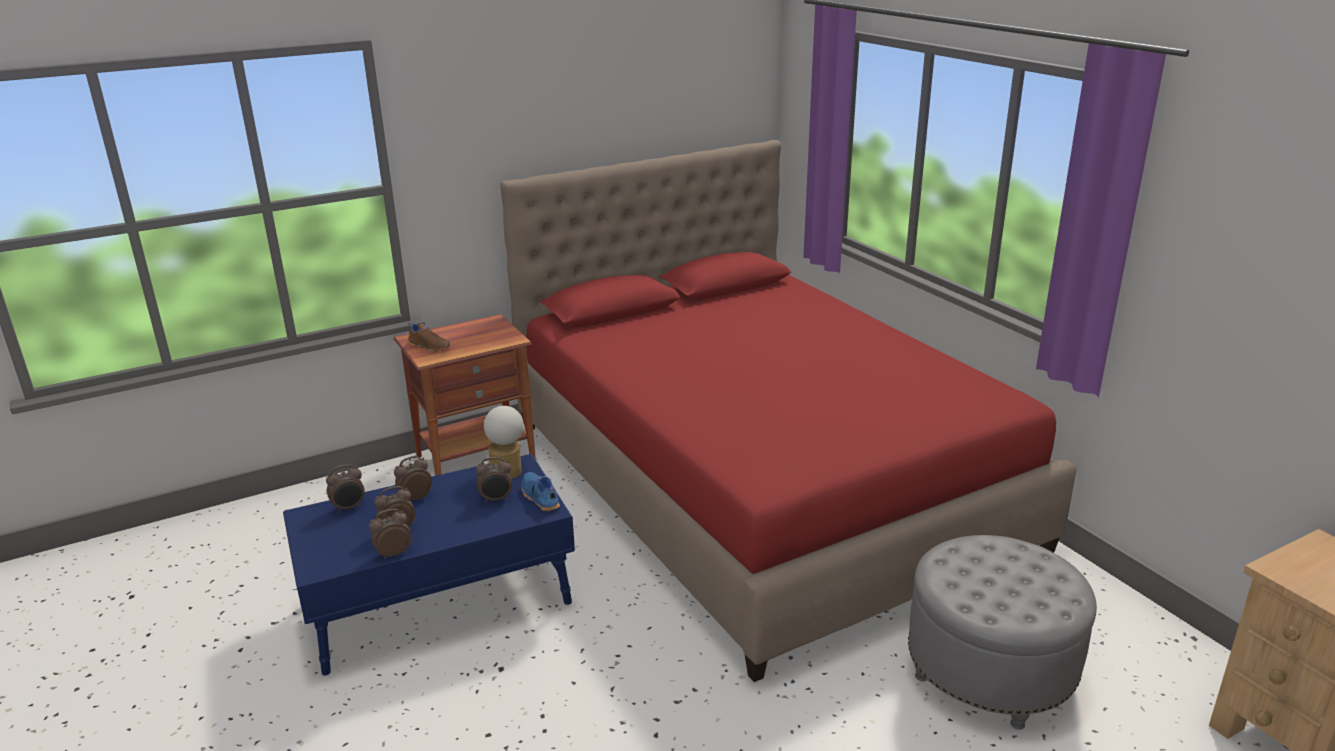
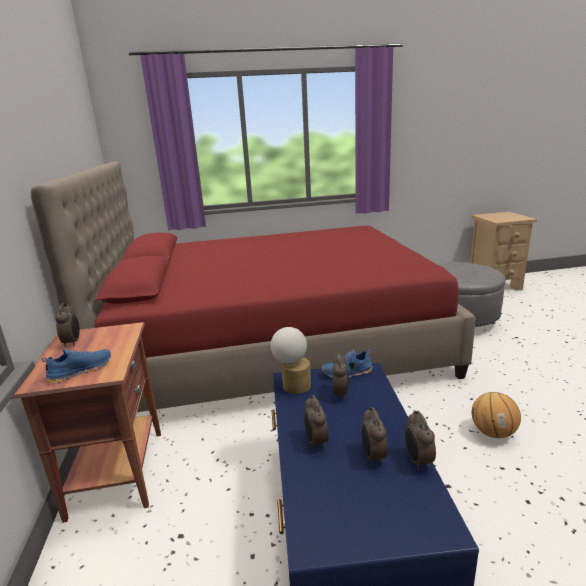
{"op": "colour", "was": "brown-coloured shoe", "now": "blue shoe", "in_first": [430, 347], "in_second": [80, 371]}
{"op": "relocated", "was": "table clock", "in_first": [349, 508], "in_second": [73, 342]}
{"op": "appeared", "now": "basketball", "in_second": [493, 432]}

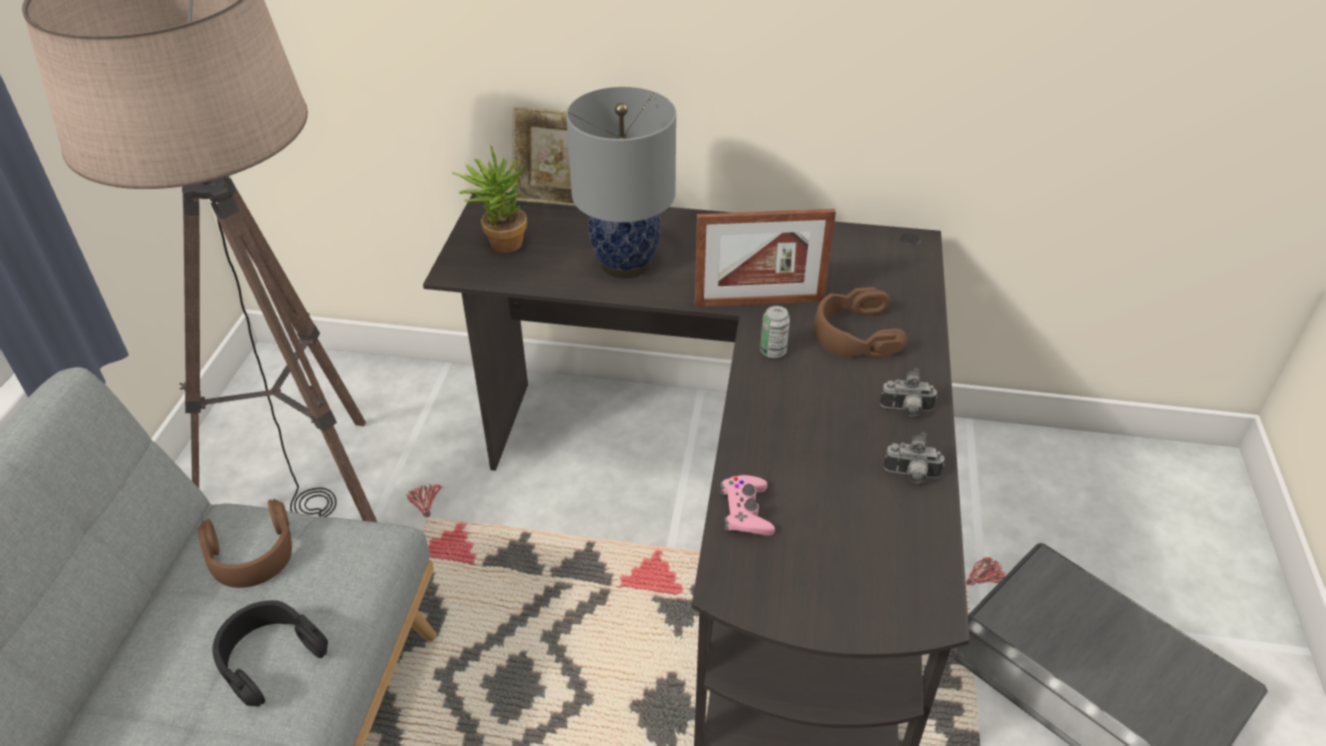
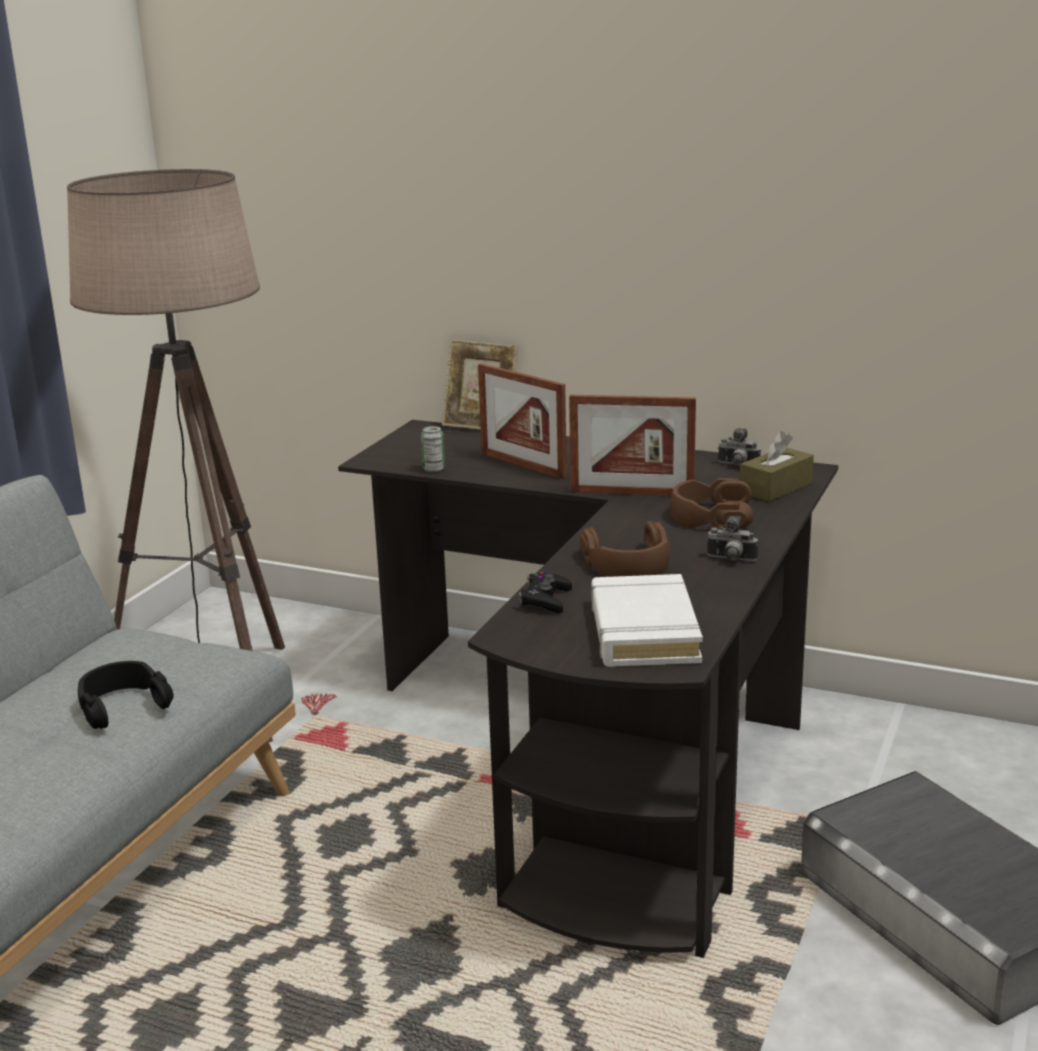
{"op": "exchanged", "was": "grey table lamp", "now": "photo frame", "in_first": [626, 263], "in_second": [523, 465]}
{"op": "missing", "was": "houseplant", "in_first": [499, 243]}
{"op": "relocated", "was": "can", "in_first": [773, 351], "in_second": [434, 469]}
{"op": "relocated", "was": "photo camera", "in_first": [911, 476], "in_second": [737, 465]}
{"op": "colour", "was": "pink joypad", "now": "black joypad", "in_first": [746, 511], "in_second": [545, 600]}
{"op": "relocated", "was": "brown-coloured pair of headphones", "in_first": [251, 553], "in_second": [628, 563]}
{"op": "appeared", "now": "brown-coloured tissue holder", "in_second": [776, 488]}
{"op": "appeared", "now": "white bound book", "in_second": [643, 631]}

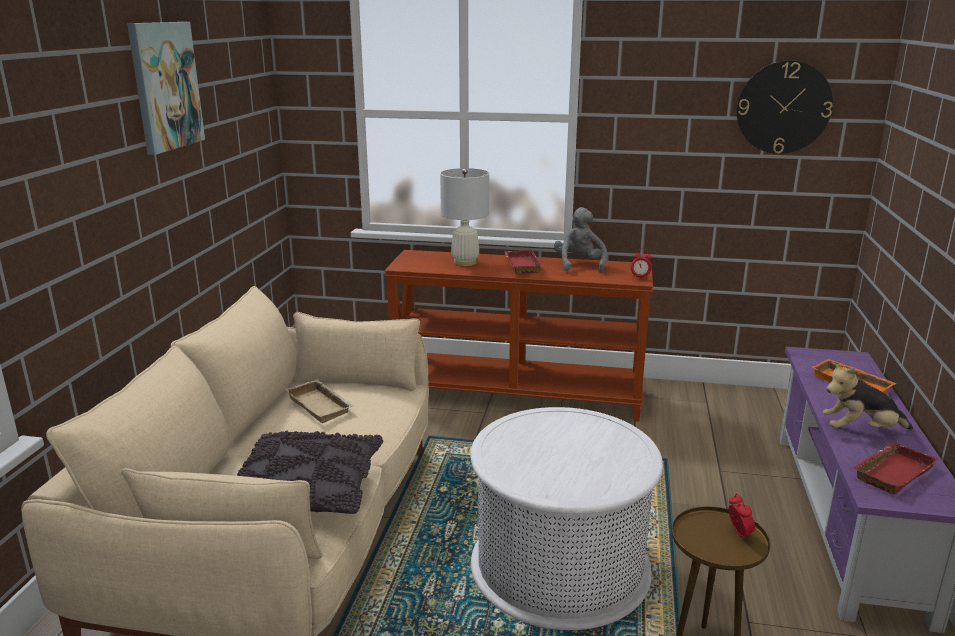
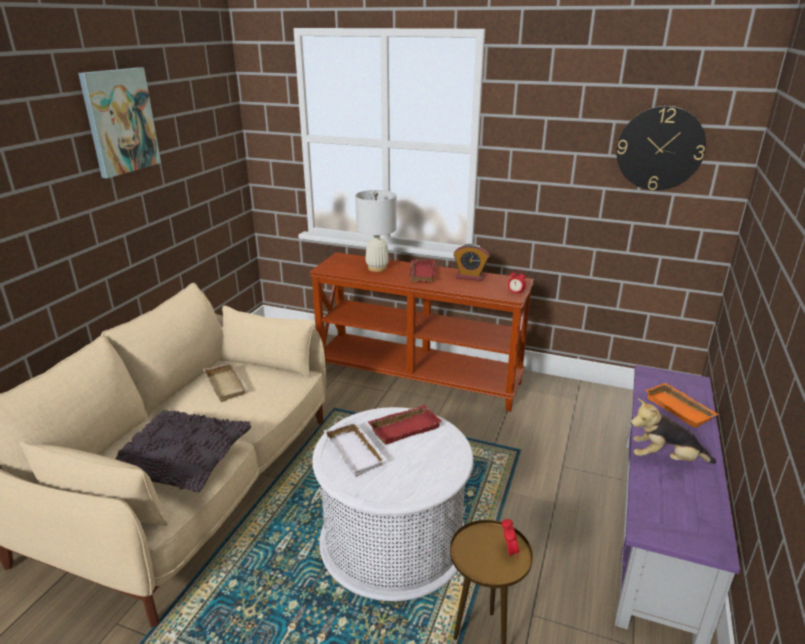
{"op": "exchanged", "was": "grey plush toy", "now": "table clock", "in_first": [579, 265], "in_second": [470, 277]}
{"op": "relocated", "was": "red-coloured tray", "in_first": [891, 471], "in_second": [404, 427]}
{"op": "appeared", "now": "white tray", "in_second": [357, 452]}

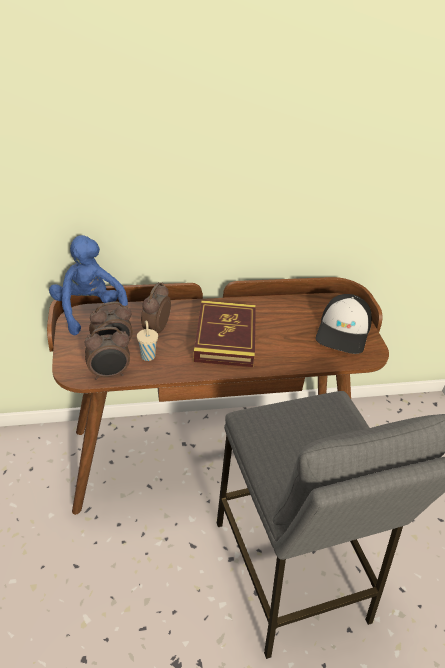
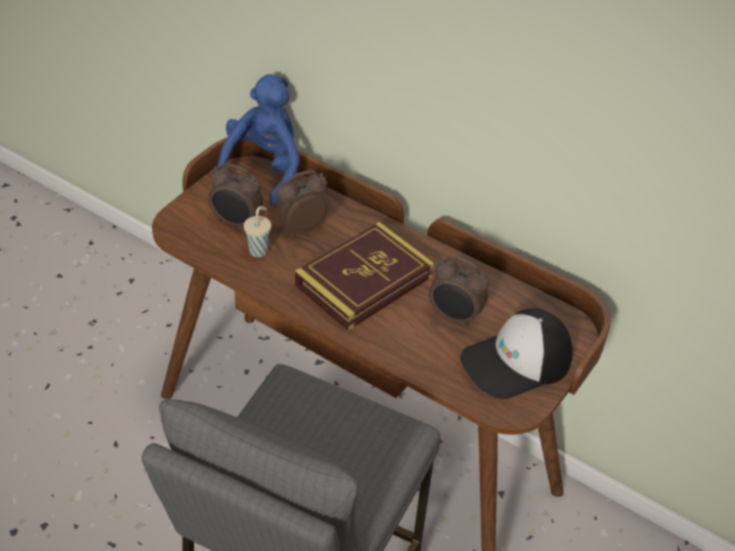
{"op": "relocated", "was": "table clock", "in_first": [109, 374], "in_second": [454, 317]}

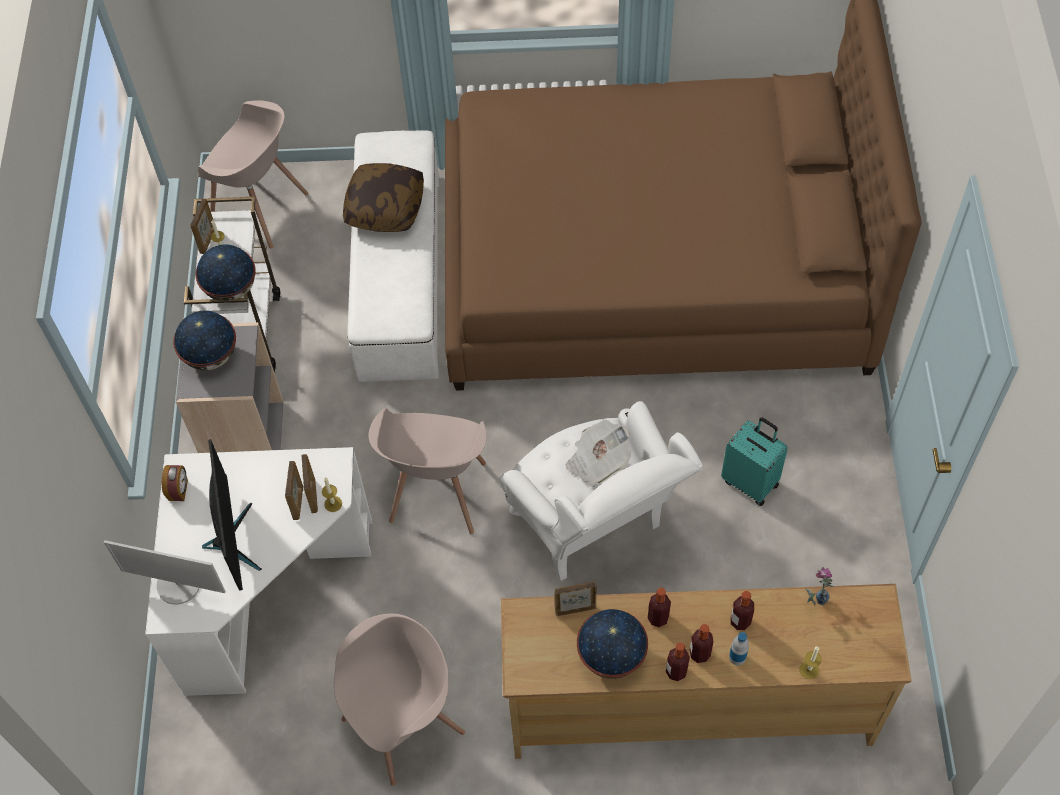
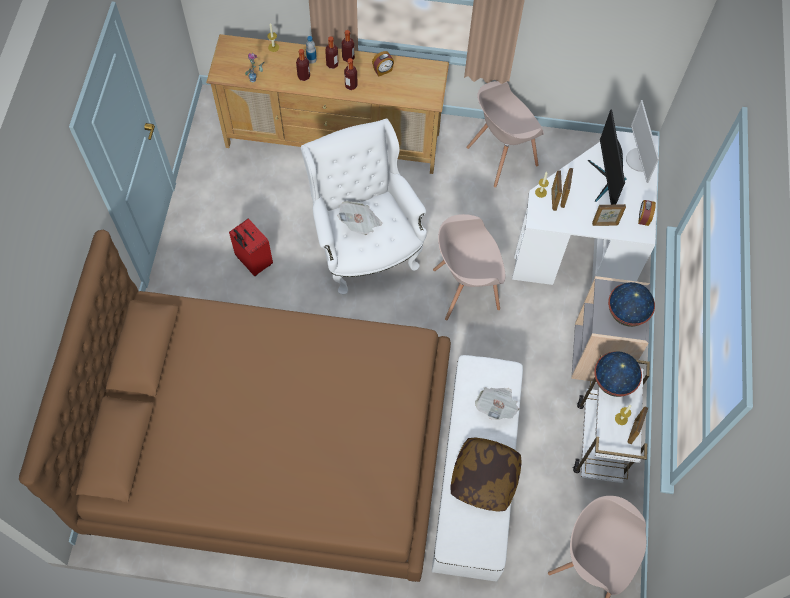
{"op": "spun", "was": "sand-coloured plain chair", "in_first": [438, 494], "in_second": [465, 290], "clockwise": -120}
{"op": "colour", "was": "blue-green piece of luggage", "now": "red-coloured piece of luggage", "in_first": [751, 482], "in_second": [253, 262]}
{"op": "spun", "was": "monitor", "in_first": [179, 584], "in_second": [639, 160], "clockwise": -120}
{"op": "relocated", "was": "photo frame", "in_first": [575, 609], "in_second": [605, 224]}
{"op": "exchanged", "was": "globe", "now": "table clock", "in_first": [611, 656], "in_second": [383, 70]}
{"op": "appeared", "now": "newspaper", "in_second": [496, 406]}

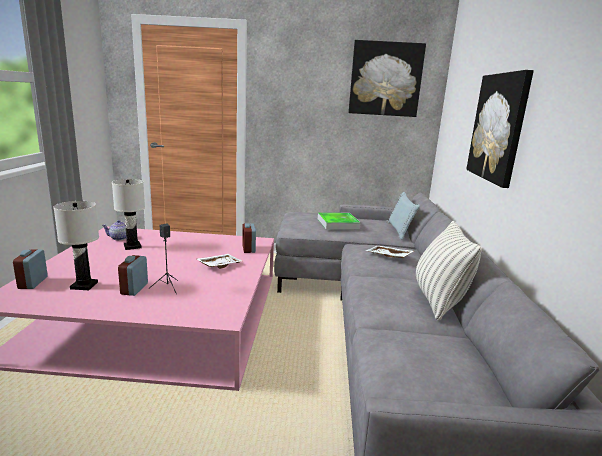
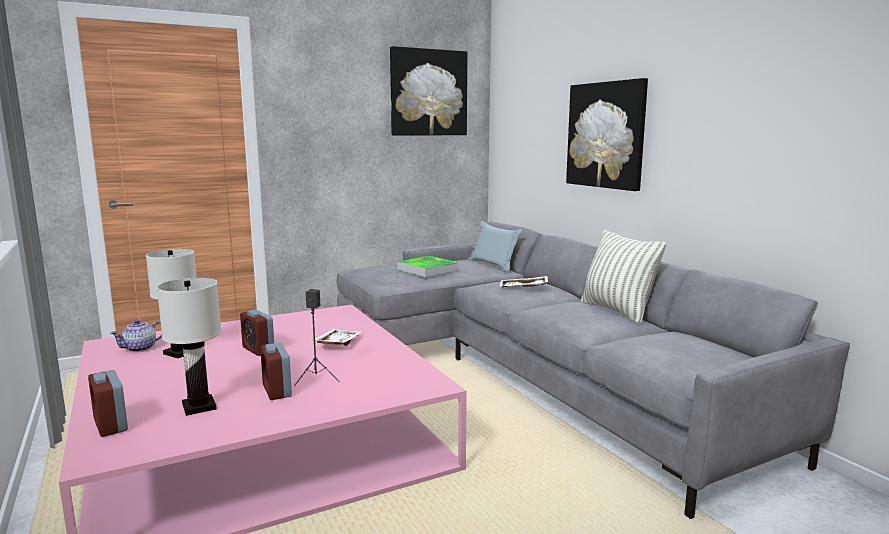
{"op": "relocated", "was": "table clock", "in_first": [248, 249], "in_second": [258, 350]}

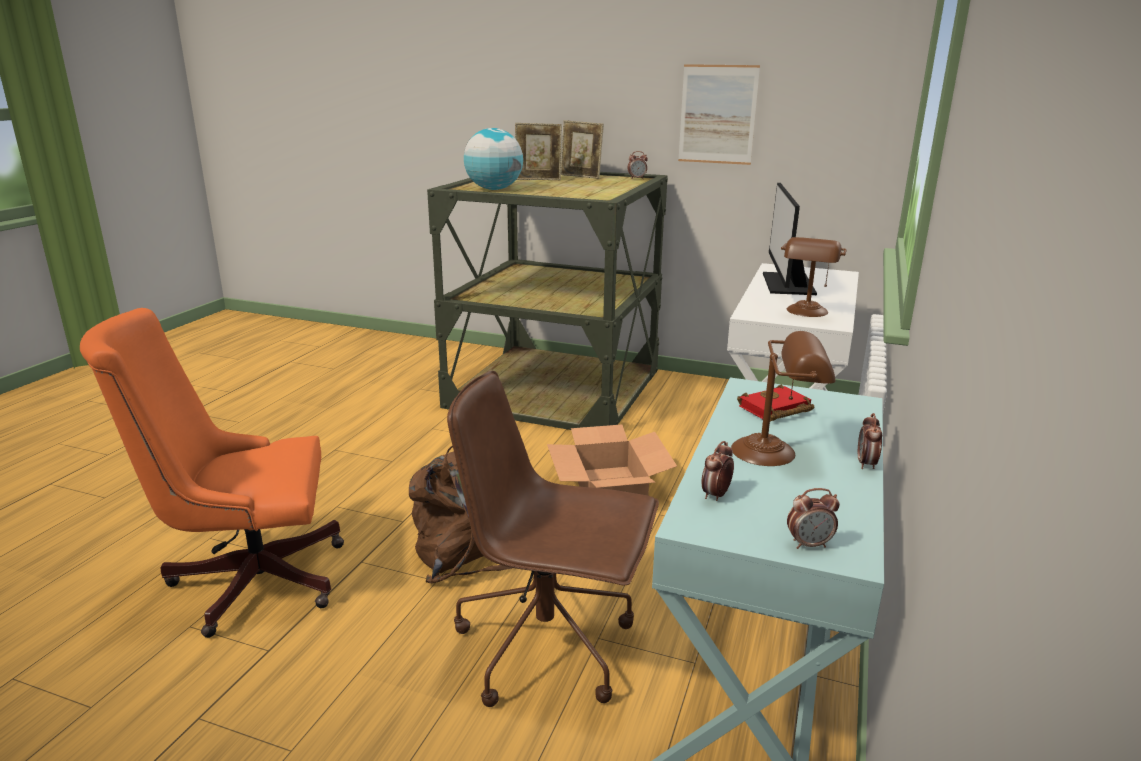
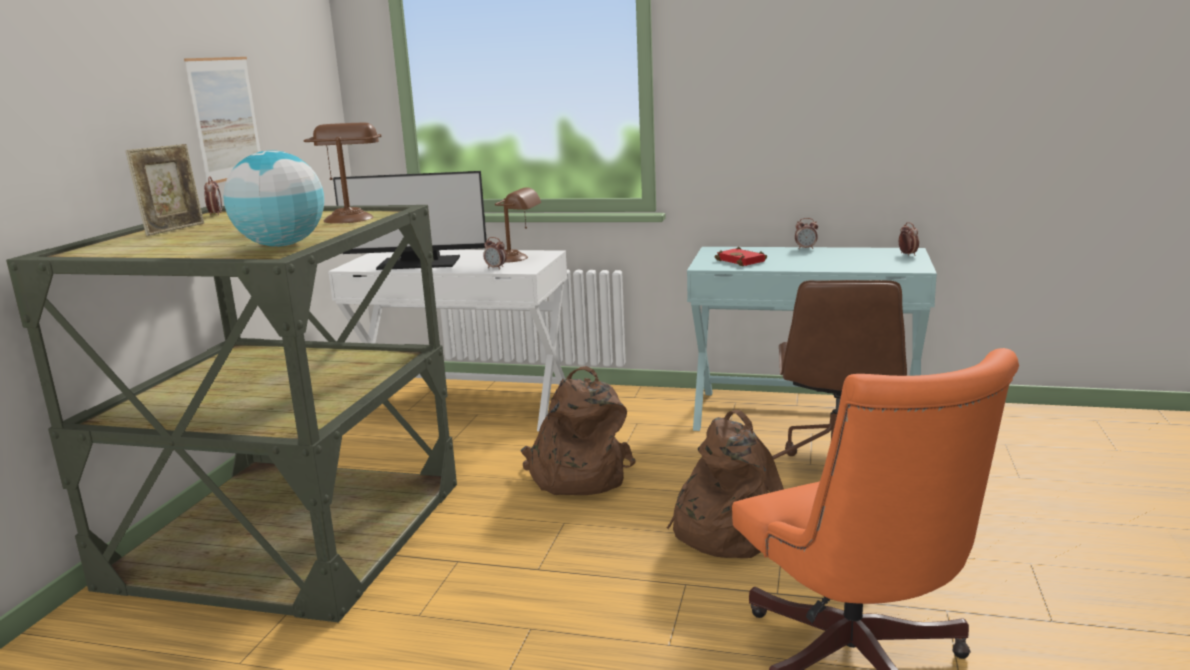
{"op": "missing", "was": "photo frame", "in_first": [538, 180]}
{"op": "relocated", "was": "brown-coloured table lamp", "in_first": [776, 451], "in_second": [350, 217]}
{"op": "exchanged", "was": "carton", "now": "brown-coloured backpack", "in_first": [609, 487], "in_second": [577, 476]}
{"op": "relocated", "was": "table clock", "in_first": [716, 495], "in_second": [496, 268]}

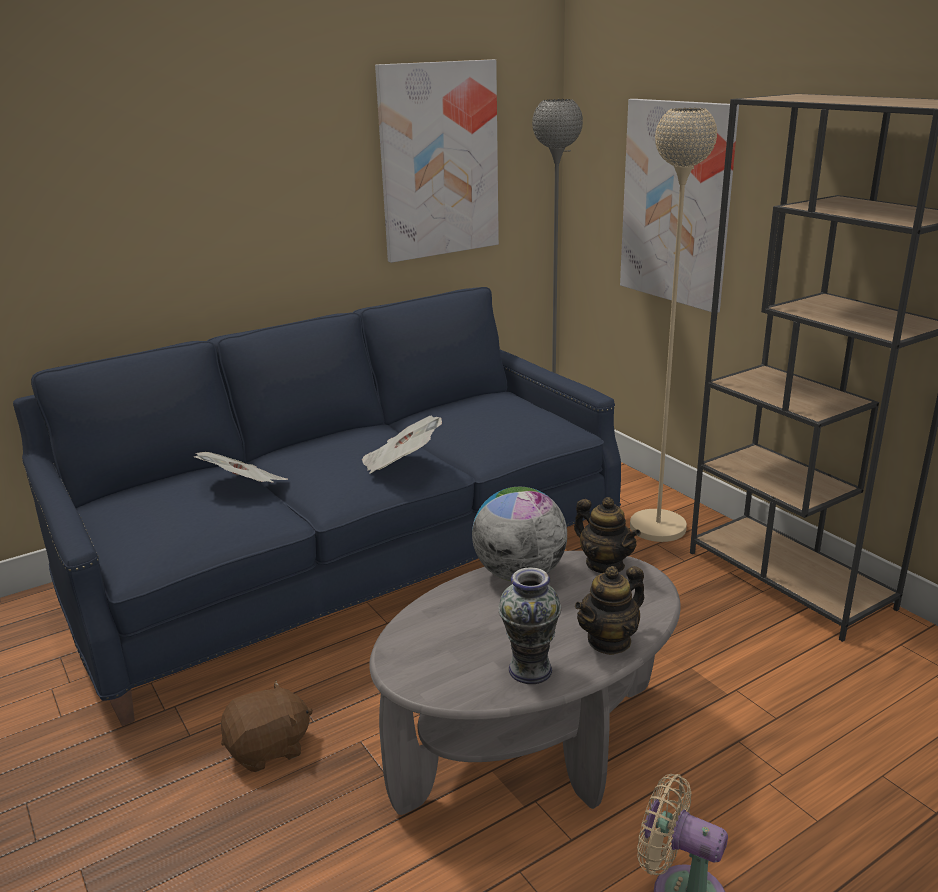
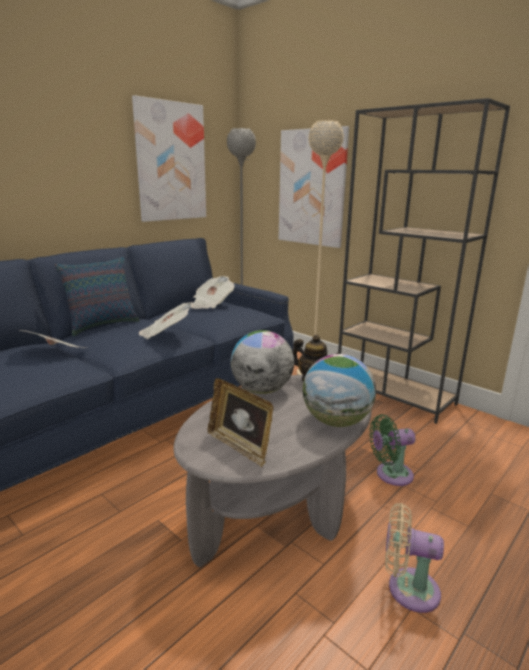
{"op": "exchanged", "was": "pot for tea", "now": "globe", "in_first": [609, 641], "in_second": [336, 421]}
{"op": "missing", "was": "vase", "in_first": [531, 669]}
{"op": "missing", "was": "brown-coloured plush toy", "in_first": [269, 748]}
{"op": "appeared", "now": "blue throw pillow", "in_second": [103, 326]}
{"op": "appeared", "now": "newspaper", "in_second": [211, 304]}
{"op": "appeared", "now": "photo frame", "in_second": [240, 446]}
{"op": "appeared", "now": "green fan", "in_second": [390, 474]}

